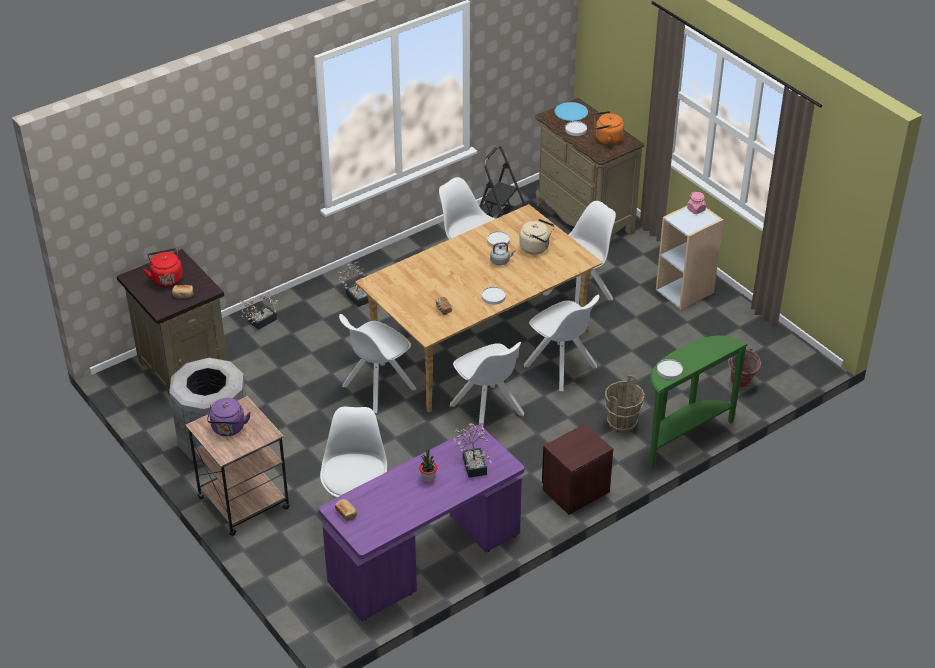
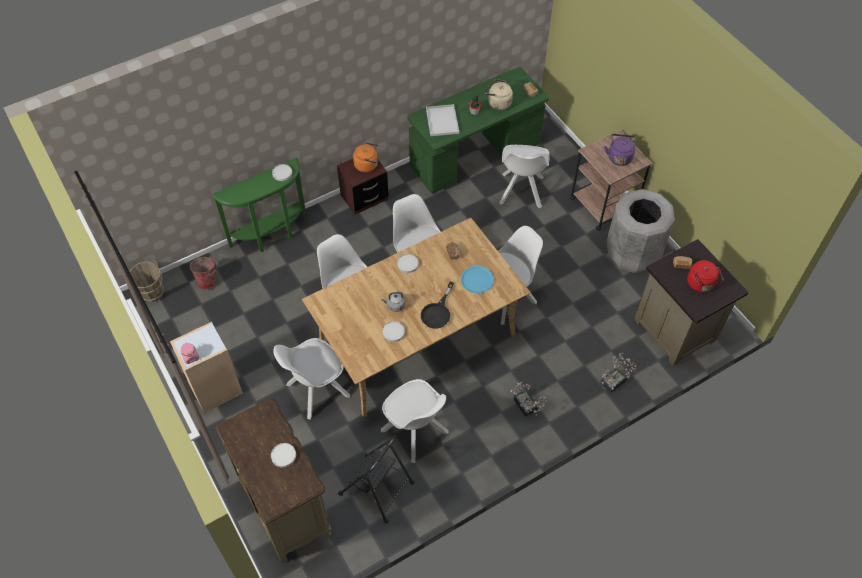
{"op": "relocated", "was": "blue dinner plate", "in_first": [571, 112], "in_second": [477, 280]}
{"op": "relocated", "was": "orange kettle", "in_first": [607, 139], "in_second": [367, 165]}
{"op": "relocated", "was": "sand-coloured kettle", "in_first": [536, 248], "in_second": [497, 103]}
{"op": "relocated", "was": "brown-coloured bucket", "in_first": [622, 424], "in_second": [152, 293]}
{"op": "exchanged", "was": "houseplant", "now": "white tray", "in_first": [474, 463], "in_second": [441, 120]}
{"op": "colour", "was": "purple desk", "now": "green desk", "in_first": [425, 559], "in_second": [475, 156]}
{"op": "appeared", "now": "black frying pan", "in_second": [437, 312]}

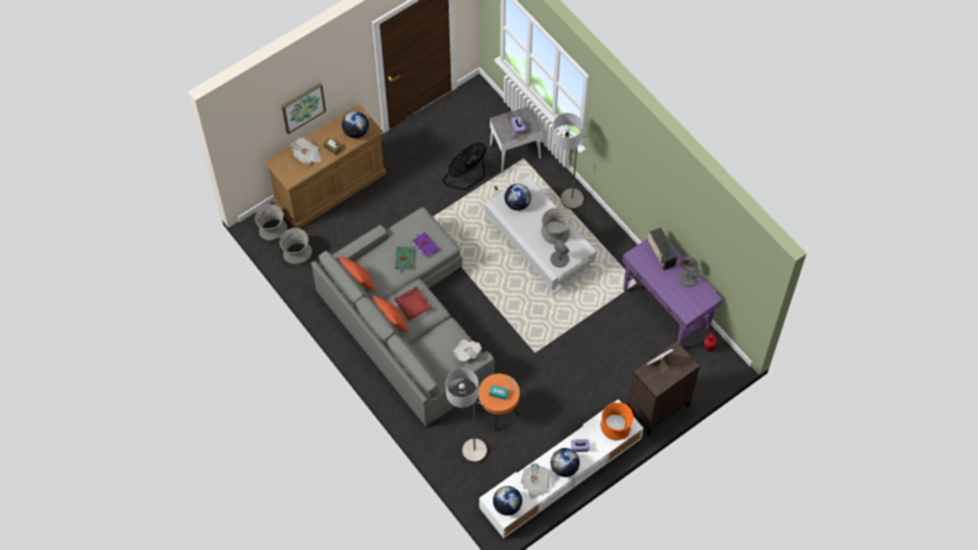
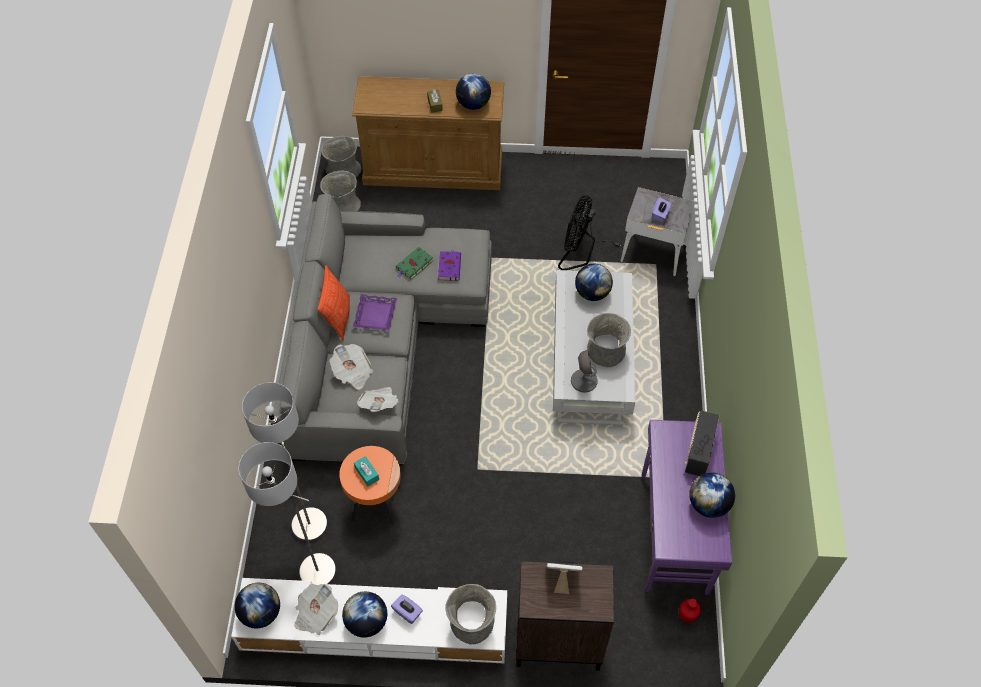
{"op": "missing", "was": "wall art", "in_first": [303, 107]}
{"op": "relocated", "was": "grey standard lamp", "in_first": [565, 201], "in_second": [307, 568]}
{"op": "relocated", "was": "newspaper", "in_first": [307, 156], "in_second": [352, 372]}
{"op": "spun", "was": "black fan", "in_first": [472, 178], "in_second": [582, 248], "clockwise": -75}
{"op": "missing", "was": "orange throw pillow", "in_first": [358, 282]}
{"op": "exchanged", "was": "grey table lamp", "now": "globe", "in_first": [688, 278], "in_second": [708, 504]}
{"op": "colour", "was": "red-coloured tray", "now": "purple tray", "in_first": [413, 305], "in_second": [375, 315]}
{"op": "colour", "was": "orange vase", "now": "grey vase", "in_first": [615, 427], "in_second": [471, 621]}

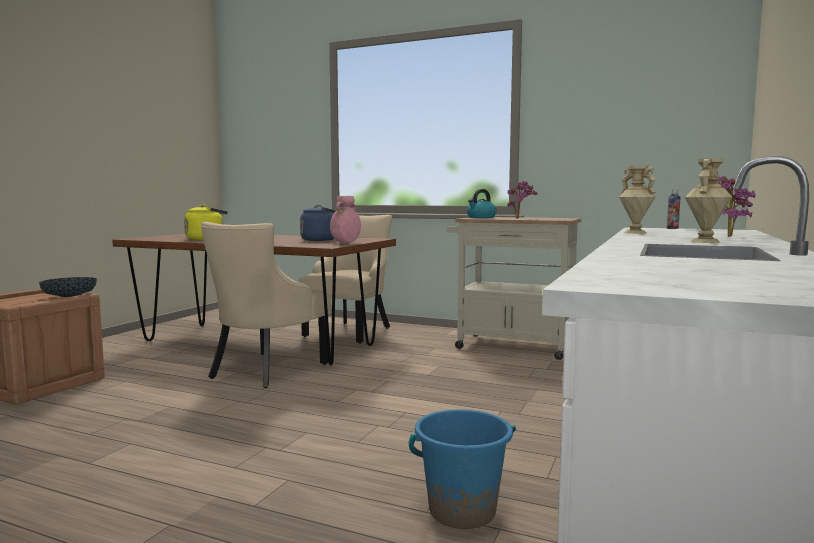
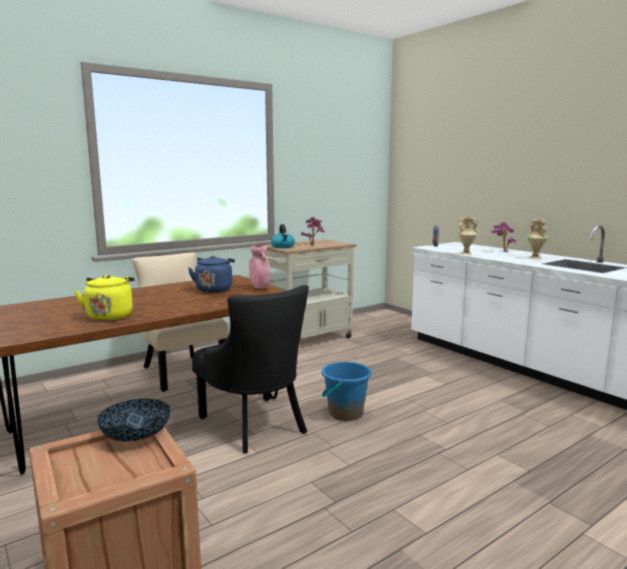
{"op": "colour", "was": "sand-coloured plain chair", "now": "black plain chair", "in_first": [268, 370], "in_second": [253, 424]}
{"op": "relocated", "was": "blue bucket", "in_first": [462, 511], "in_second": [345, 413]}

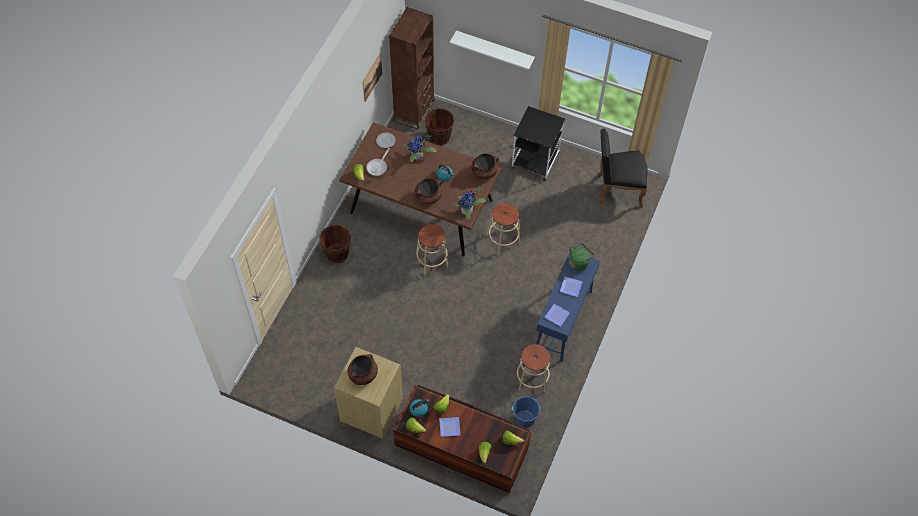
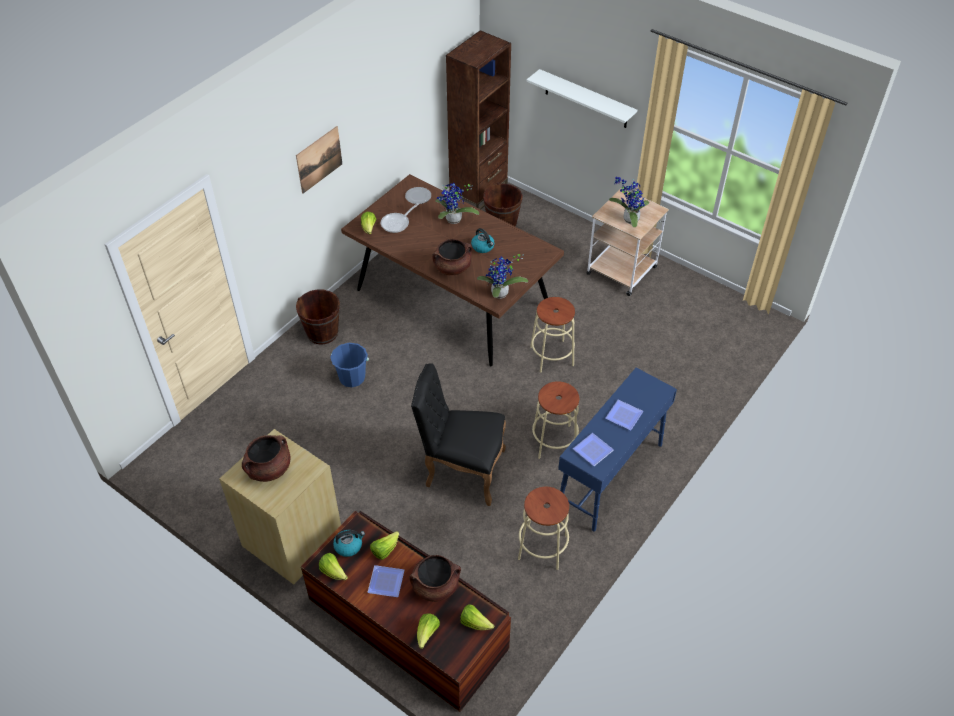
{"op": "relocated", "was": "wall art", "in_first": [372, 77], "in_second": [319, 159]}
{"op": "colour", "was": "black wheeled cart", "now": "sand-coloured wheeled cart", "in_first": [536, 161], "in_second": [622, 271]}
{"op": "relocated", "was": "black plain chair", "in_first": [617, 189], "in_second": [463, 470]}
{"op": "relocated", "was": "brown-coloured saucepot", "in_first": [484, 172], "in_second": [435, 586]}
{"op": "relocated", "was": "sand-coloured stool seat", "in_first": [432, 260], "in_second": [554, 441]}
{"op": "missing", "was": "green kettle", "in_first": [579, 262]}
{"op": "relocated", "was": "blue bucket", "in_first": [524, 418], "in_second": [352, 377]}
{"op": "appeared", "now": "houseplant", "in_second": [628, 220]}

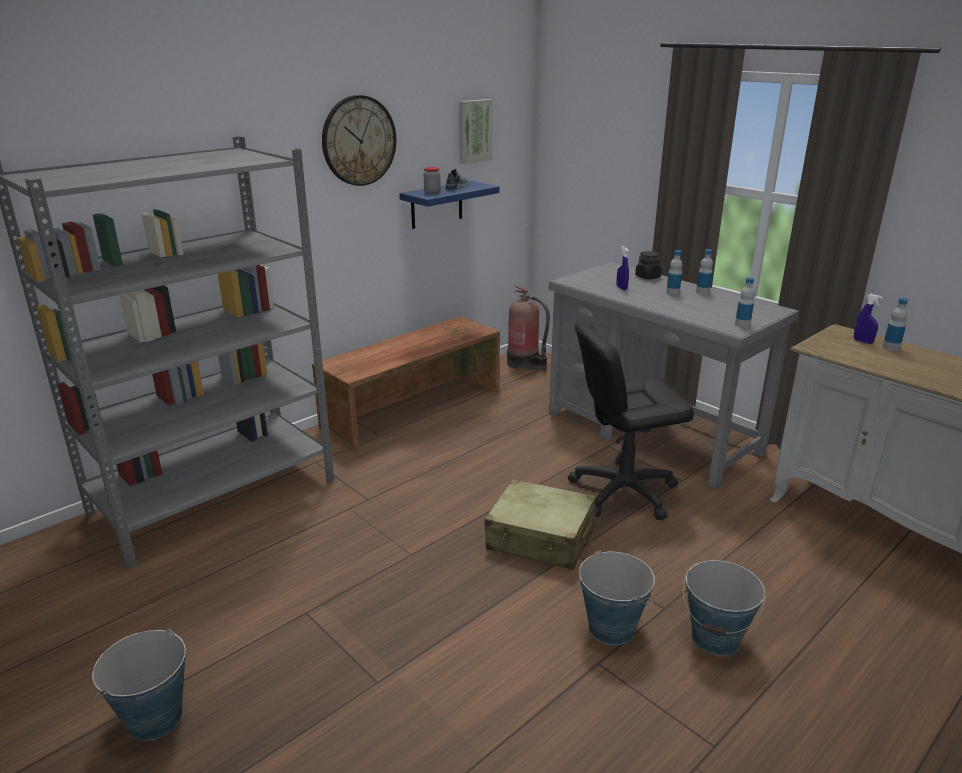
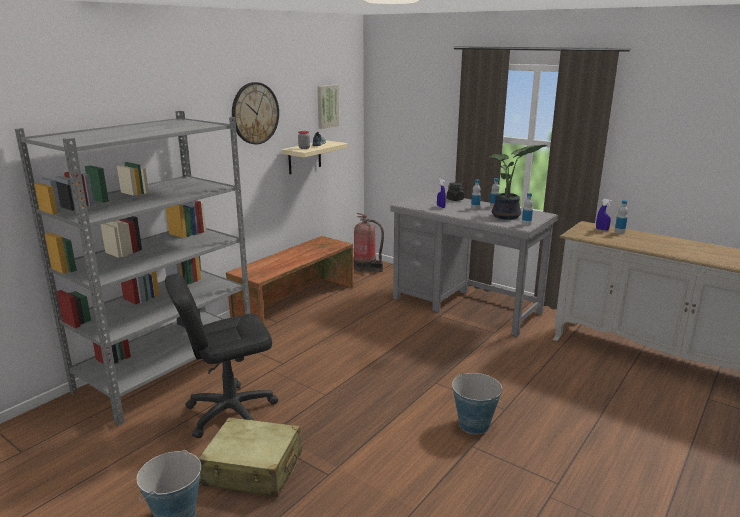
{"op": "colour", "was": "blue wall shelf", "now": "sand-coloured wall shelf", "in_first": [436, 205], "in_second": [304, 157]}
{"op": "relocated", "was": "black office chair", "in_first": [623, 491], "in_second": [230, 412]}
{"op": "relocated", "was": "sand-coloured piece of luggage", "in_first": [541, 538], "in_second": [253, 469]}
{"op": "missing", "was": "bucket", "in_first": [715, 638]}
{"op": "appeared", "now": "houseplant", "in_second": [507, 216]}

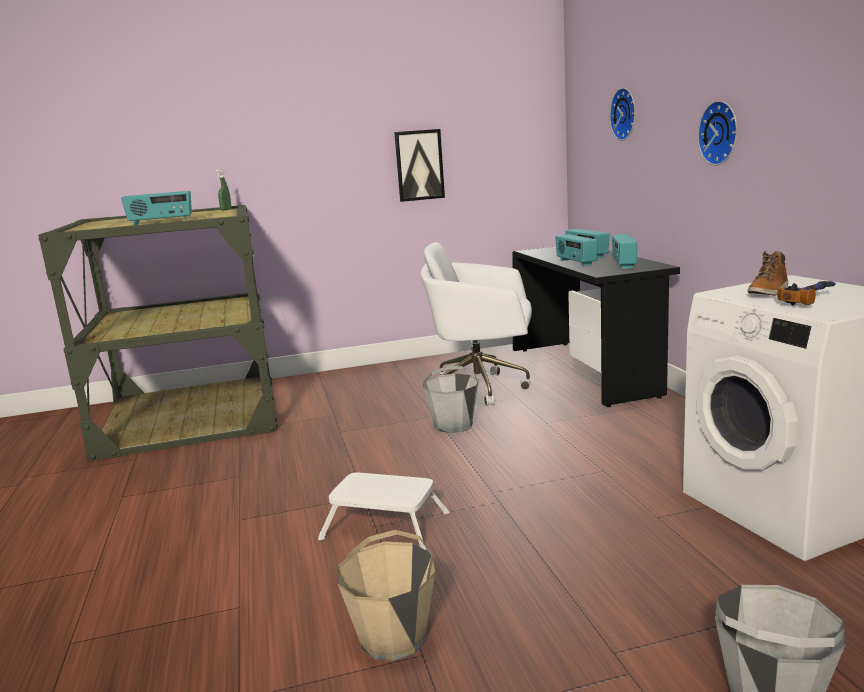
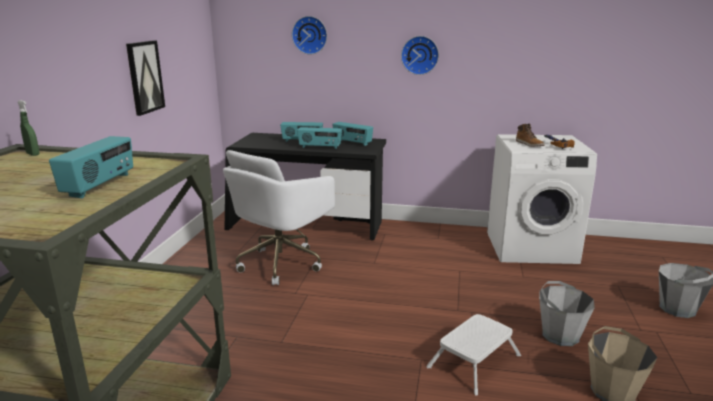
{"op": "relocated", "was": "grey bucket", "in_first": [453, 425], "in_second": [560, 335]}

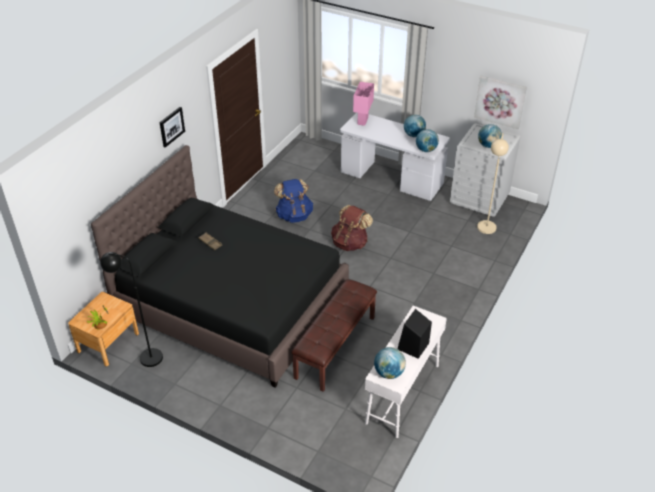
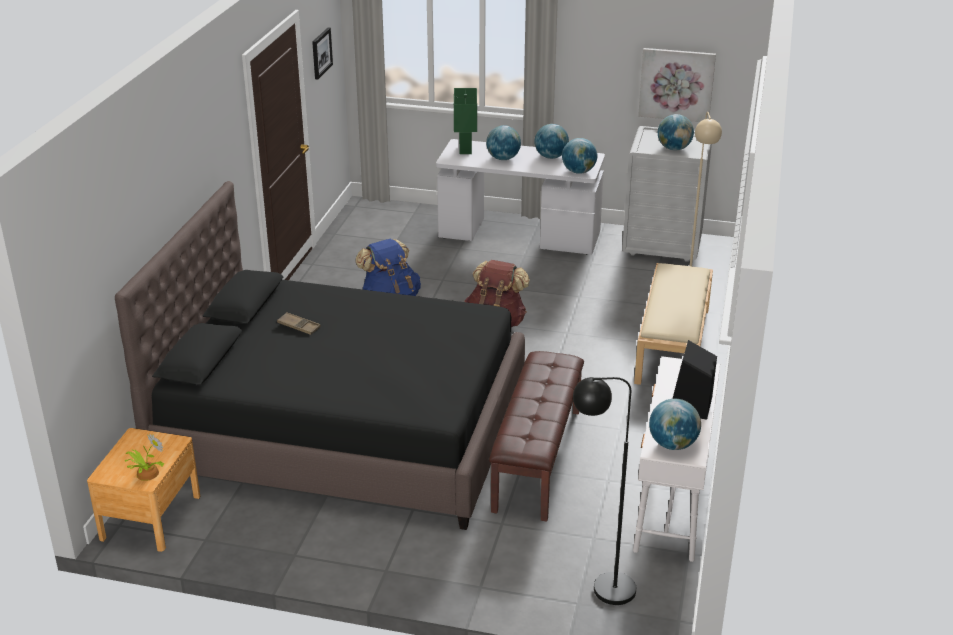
{"op": "colour", "was": "pink table lamp", "now": "green table lamp", "in_first": [362, 121], "in_second": [465, 149]}
{"op": "relocated", "was": "wall art", "in_first": [171, 126], "in_second": [321, 53]}
{"op": "relocated", "was": "black standard lamp", "in_first": [144, 357], "in_second": [601, 591]}
{"op": "appeared", "now": "globe", "in_second": [503, 158]}
{"op": "appeared", "now": "sand-coloured bench", "in_second": [673, 346]}

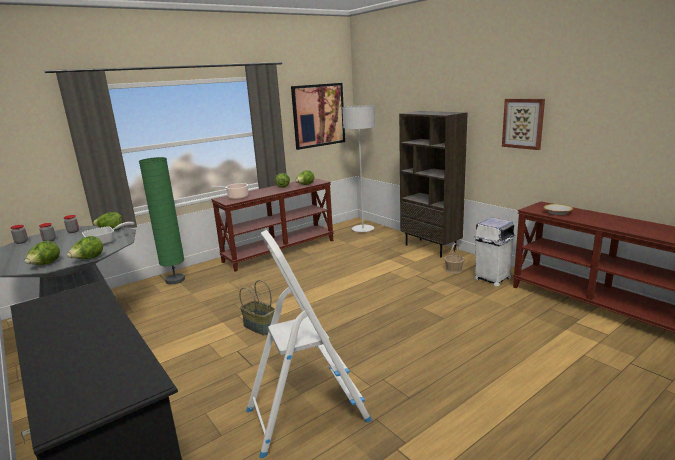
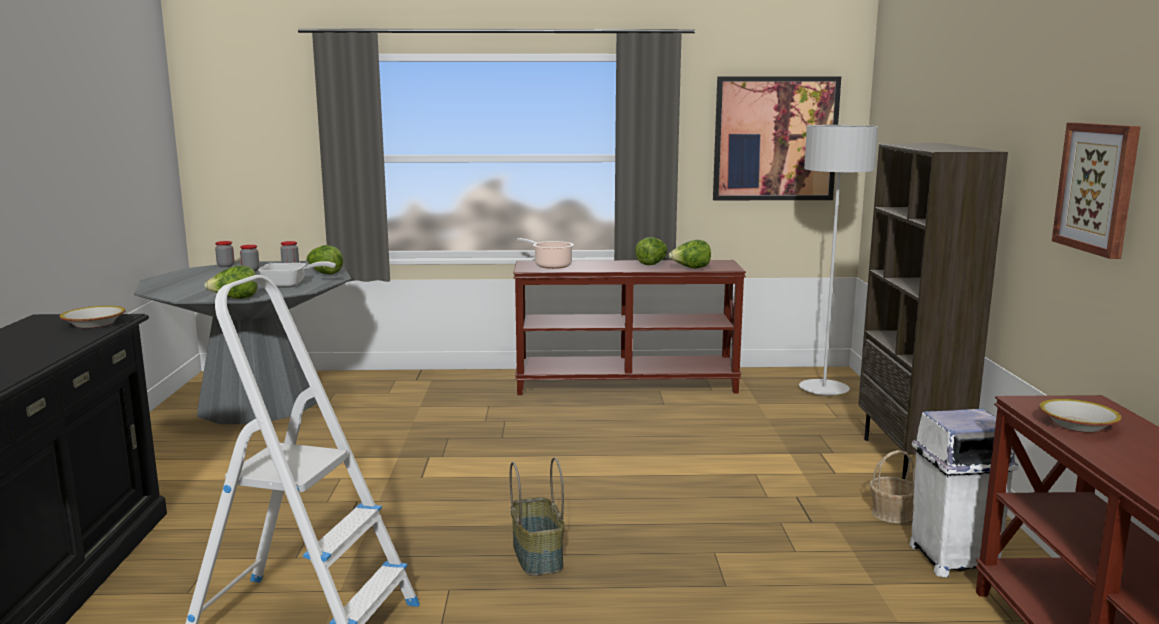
{"op": "missing", "was": "green standard lamp", "in_first": [175, 280]}
{"op": "missing", "was": "lettuce head", "in_first": [45, 265]}
{"op": "relocated", "was": "storage basket", "in_first": [260, 326], "in_second": [538, 556]}
{"op": "appeared", "now": "bowl", "in_second": [95, 324]}

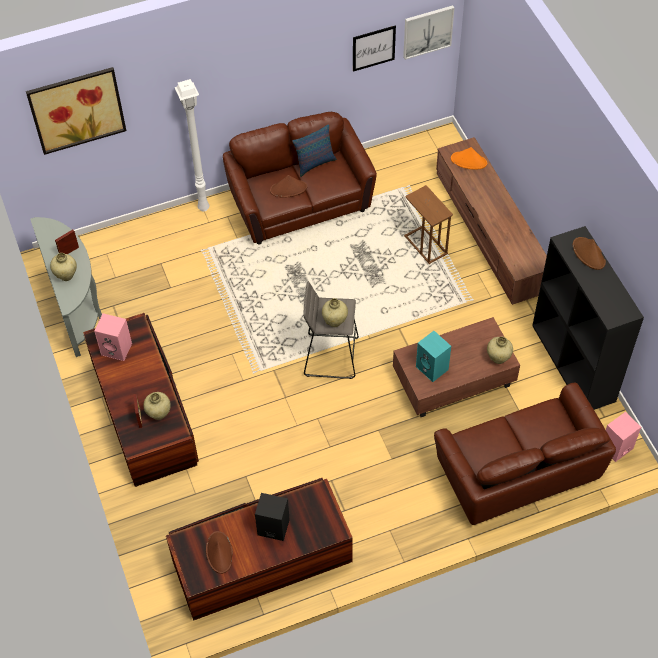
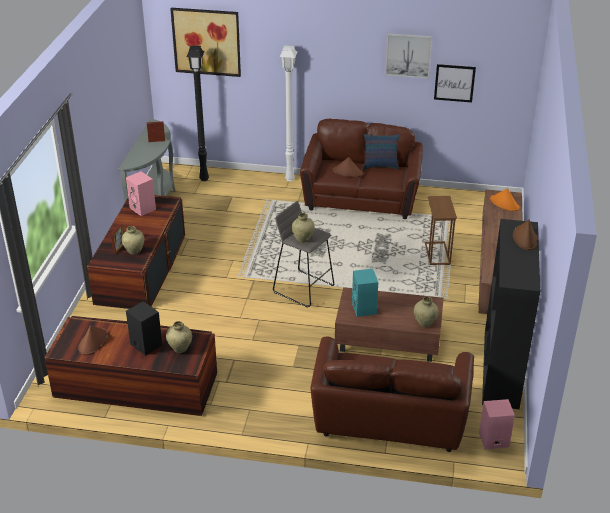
{"op": "relocated", "was": "wall art", "in_first": [427, 31], "in_second": [408, 55]}
{"op": "relocated", "was": "sand-coloured vase", "in_first": [66, 275], "in_second": [180, 348]}
{"op": "appeared", "now": "black standard lamp", "in_second": [204, 179]}

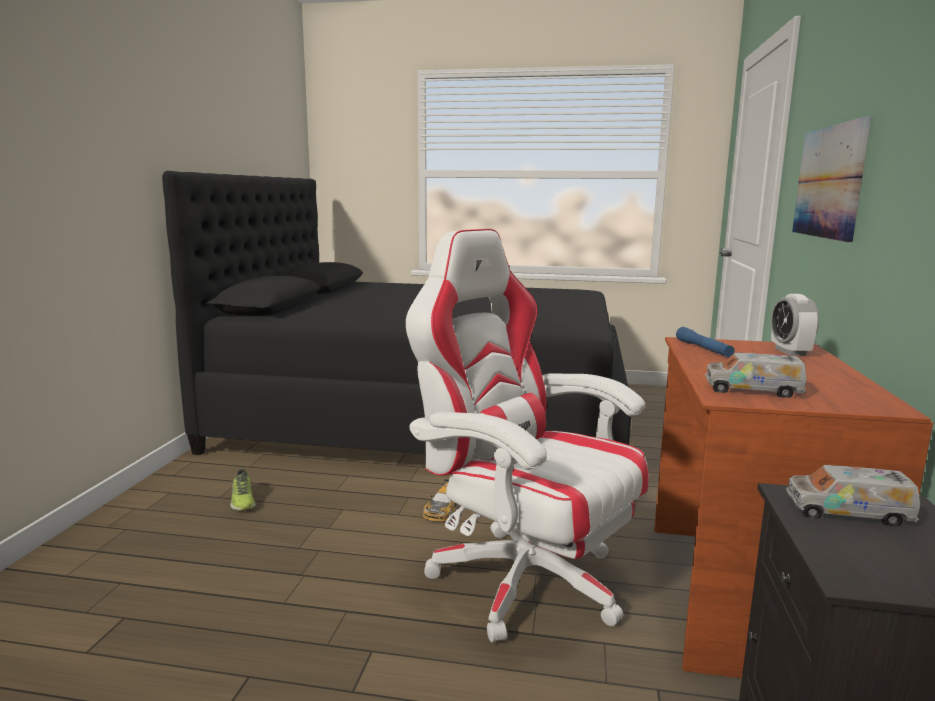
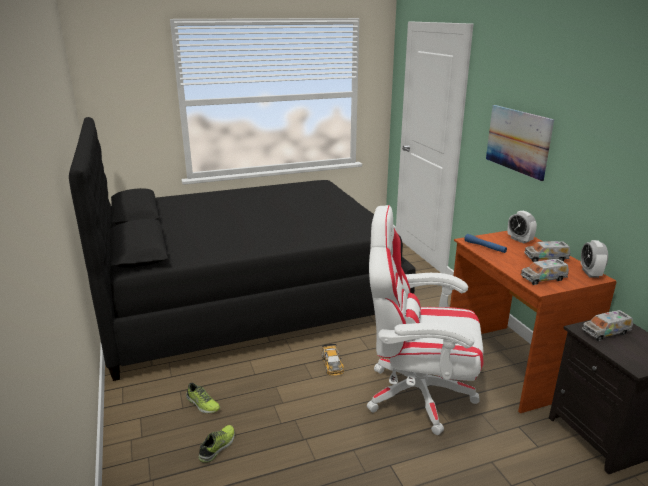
{"op": "appeared", "now": "table clock", "in_second": [590, 273]}
{"op": "appeared", "now": "model truck", "in_second": [546, 258]}
{"op": "appeared", "now": "shoe", "in_second": [218, 447]}

